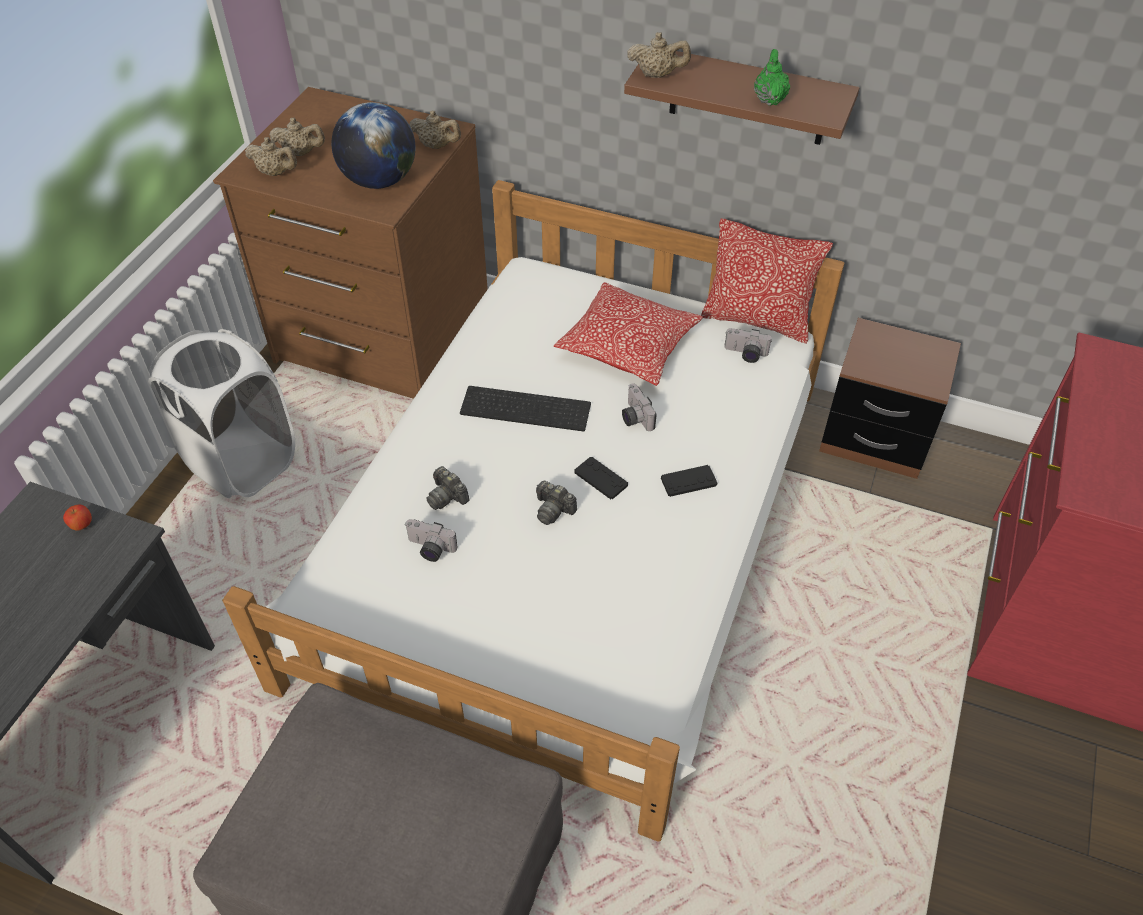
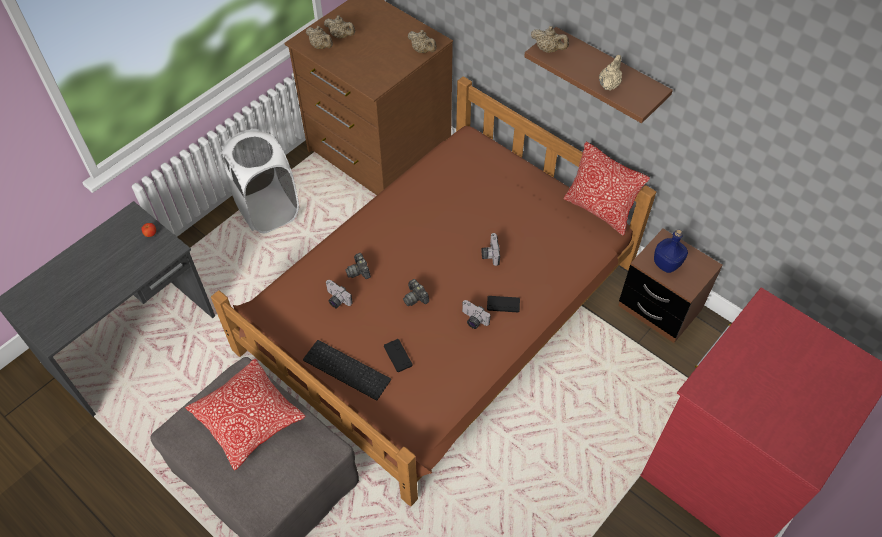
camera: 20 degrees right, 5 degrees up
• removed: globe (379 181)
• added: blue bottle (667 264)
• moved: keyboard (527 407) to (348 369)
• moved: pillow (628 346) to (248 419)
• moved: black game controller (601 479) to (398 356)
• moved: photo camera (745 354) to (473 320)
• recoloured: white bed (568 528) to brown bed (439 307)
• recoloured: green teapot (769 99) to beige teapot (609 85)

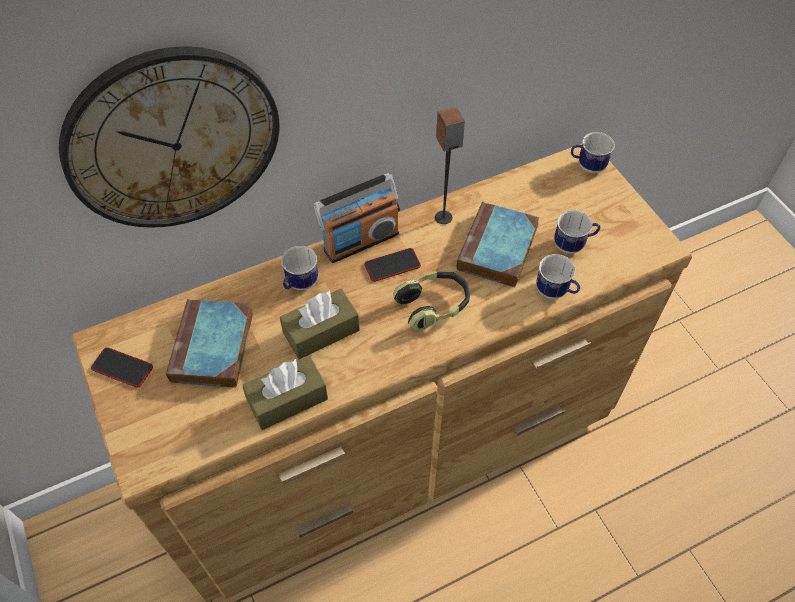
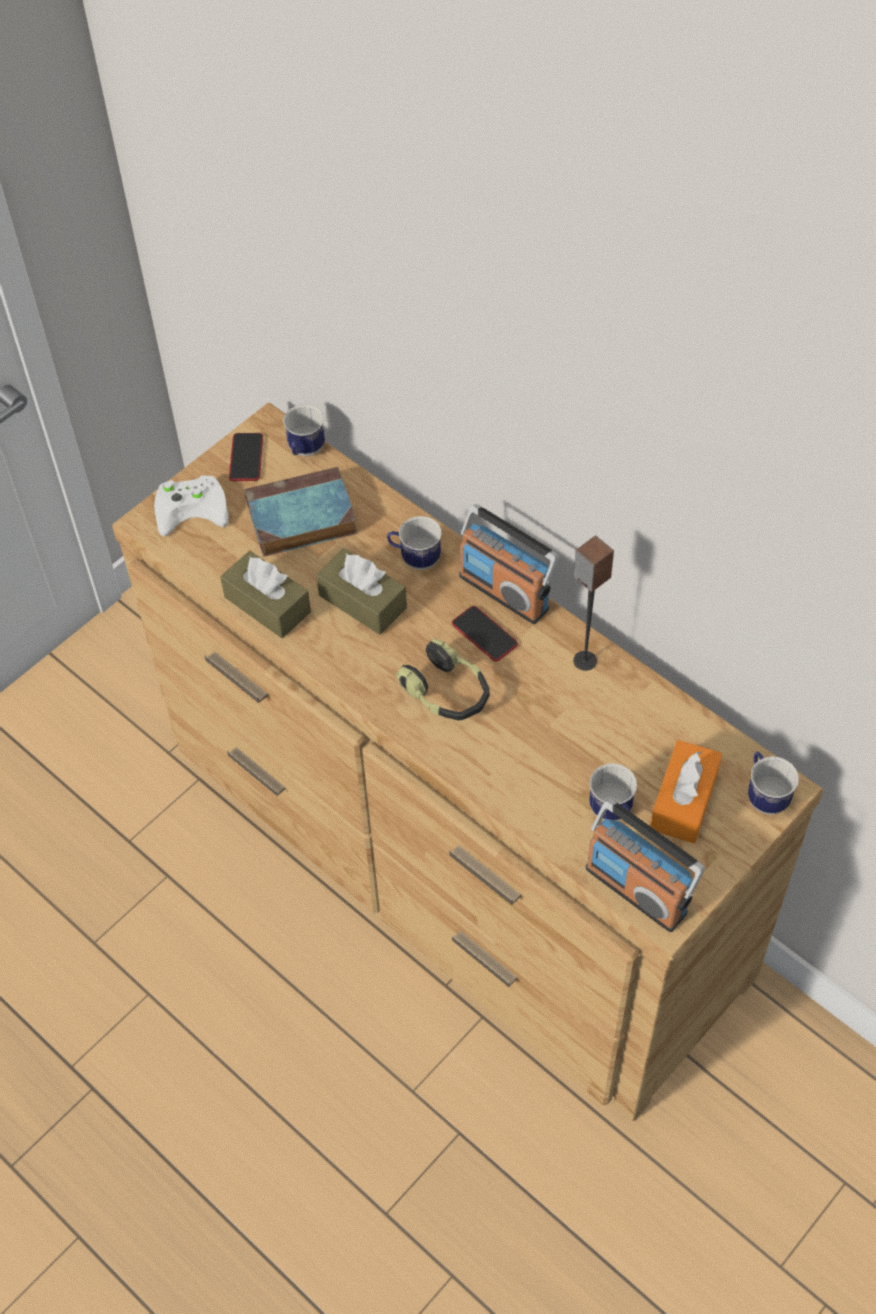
camera: 70 degrees right, 0 degrees up
• removed: wall clock (173 140)
• removed: book (497 250)
• added: white game controller (193 506)
• added: radio (637 889)
• added: orange tissue box (684 800)
• moved: mug (555 292) to (304 451)

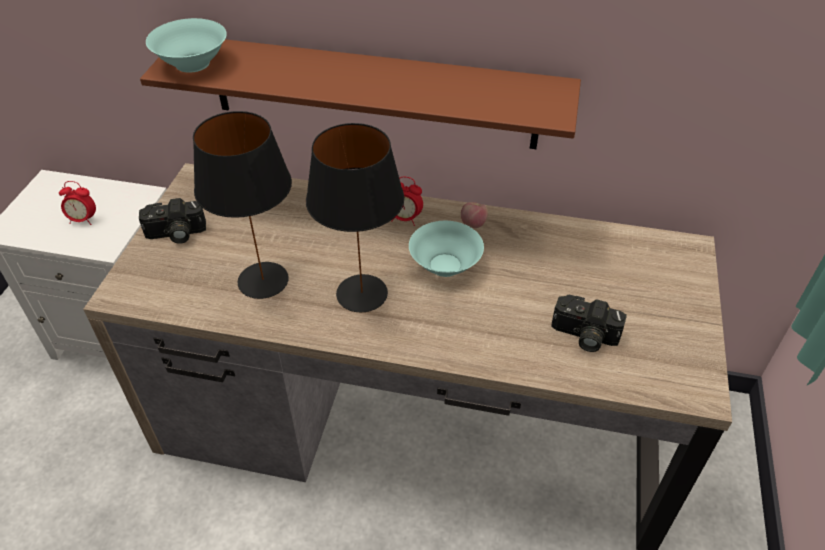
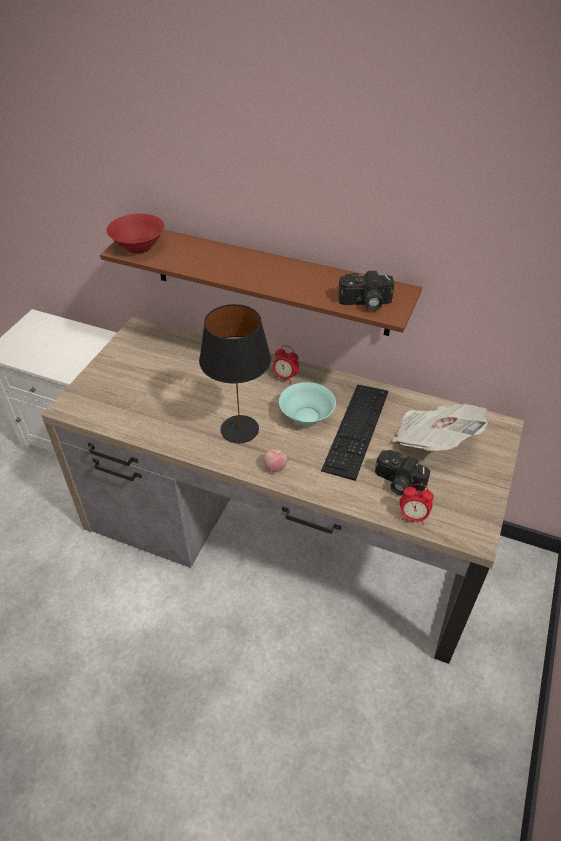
camera: 10 degrees right, 0 degrees up
• removed: black table lamp (262 281)
• added: keyboard (356 429)
• added: newspaper (434 440)
• moved: alarm clock (83 220) to (413 517)
• moved: photo camera (175 234) to (365 303)
• moved: apple (473 224) to (275 467)
• recoloured: turquoise bowl (193 63) to red bowl (139 246)

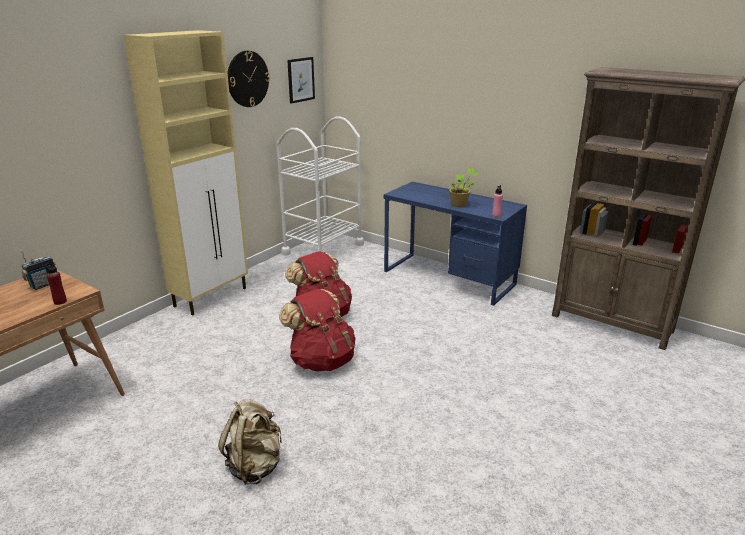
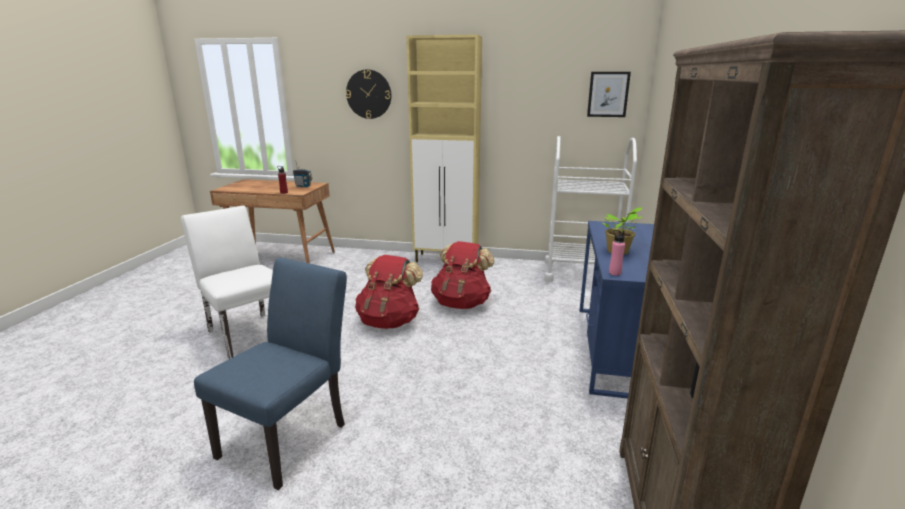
camera: 65 degrees right, 5 degrees down
• added: blue chair (290 435)
• moved: wall clock (247 79) to (369 94)
• replaced: beige backpack (255 466) to white chair (246 332)

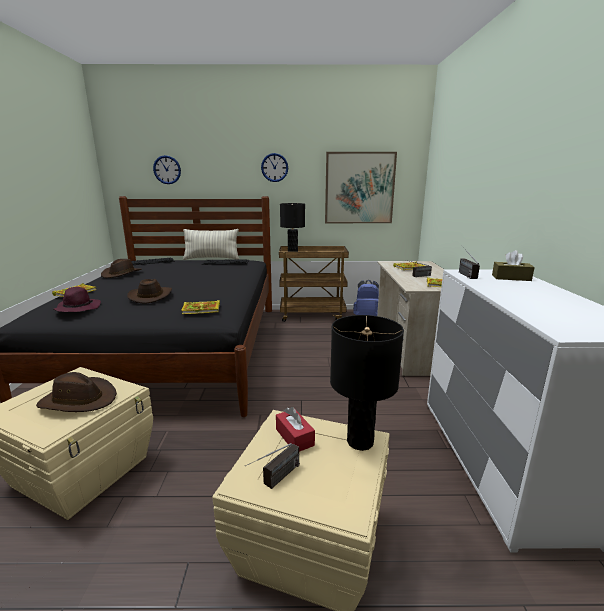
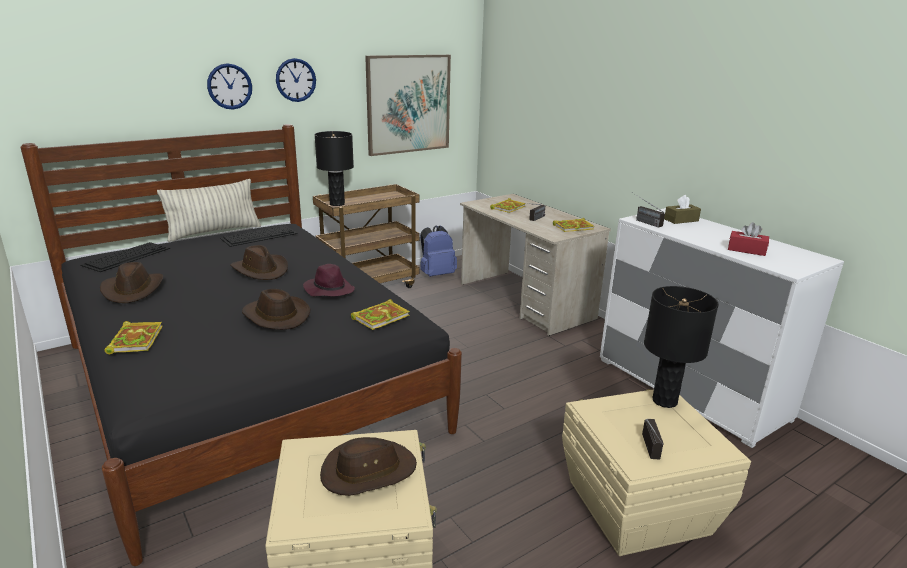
camera: 35 degrees left, 5 degrees up
• added: brown hat (261 270)
• moved: purple hat (78 308) to (329 290)
• moved: wall clock (167 170) to (229 86)
• moved: red tissue box (294 437) to (746 250)

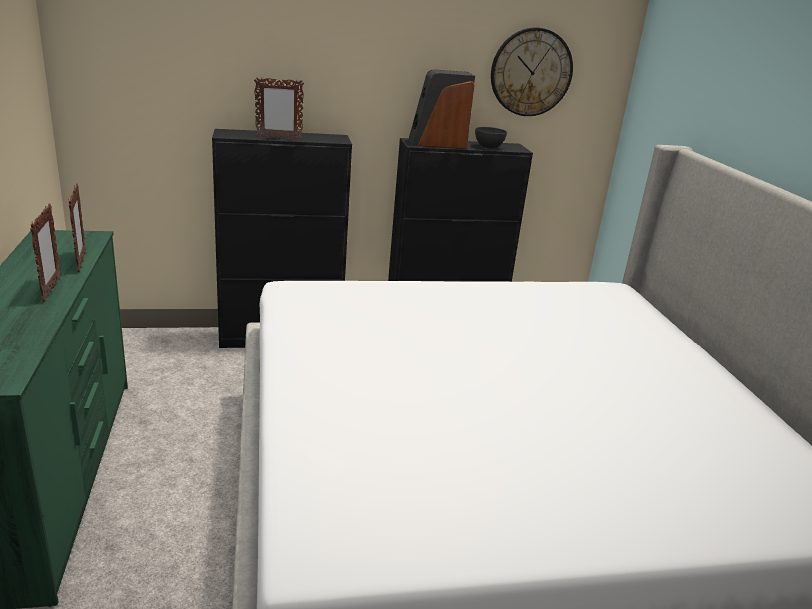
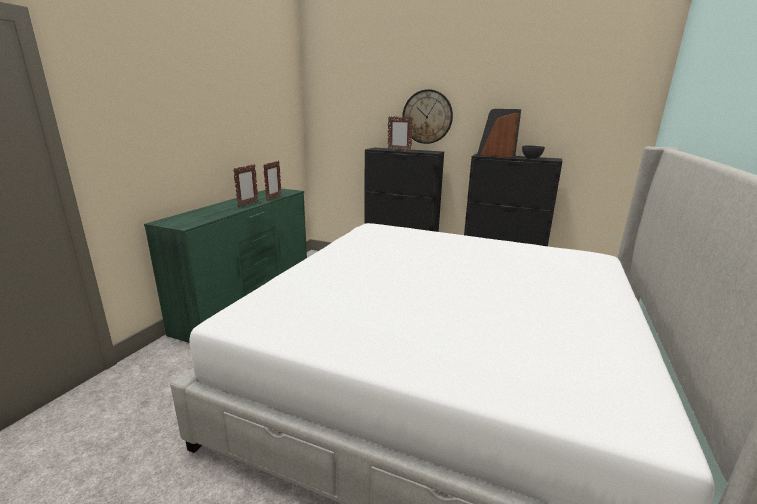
camera: 35 degrees right, 5 degrees down
• moved: wall clock (531 72) to (427 117)

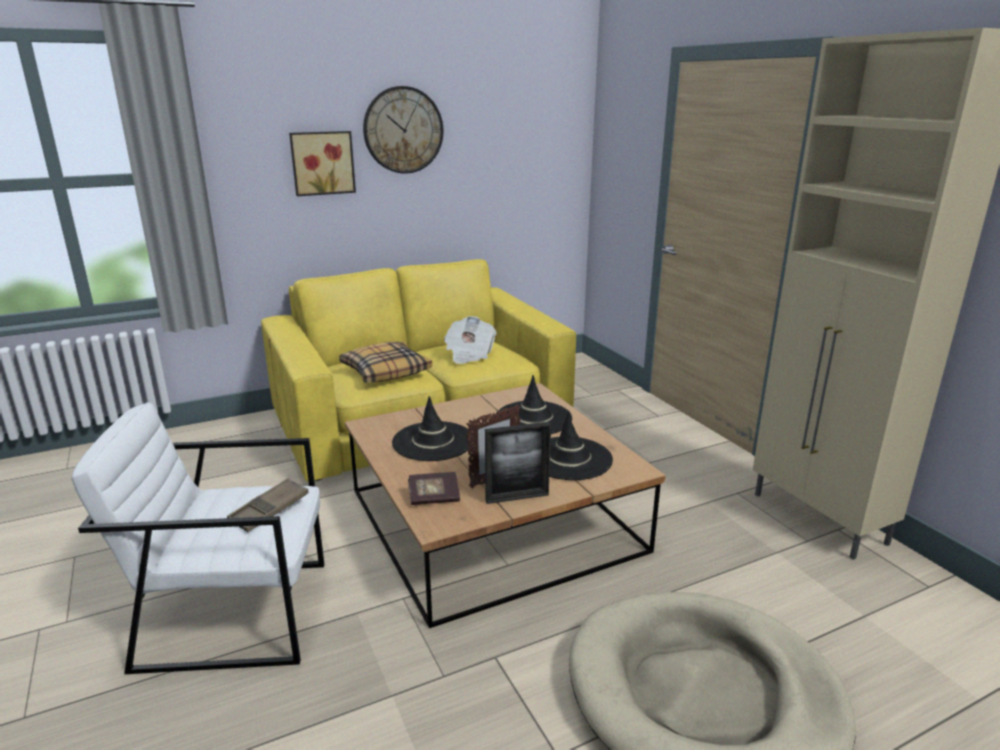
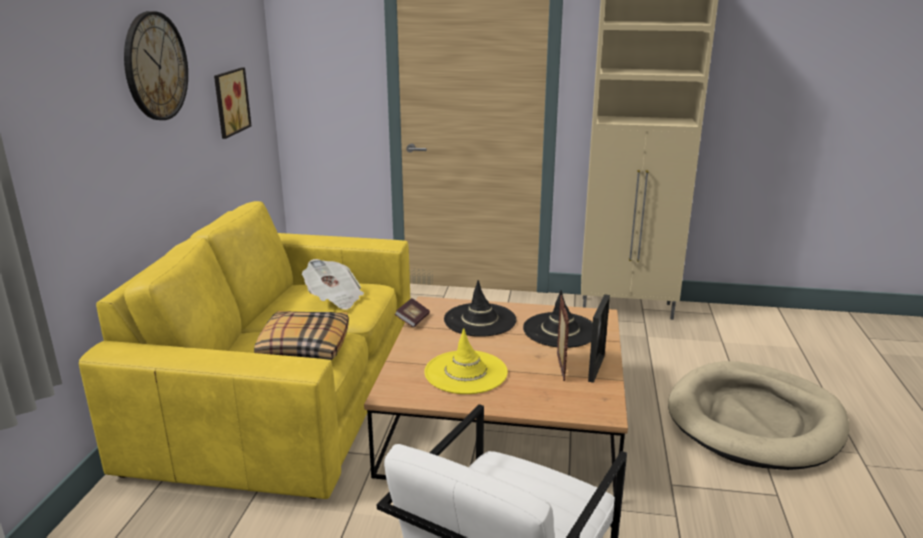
camera: 55 degrees left, 0 degrees up
• removed: brown tray (269 510)
• moved: picture (322 163) to (229 102)
• moved: book (434 498) to (412 320)
• recoloured: black hat (433 441) to yellow hat (466 372)

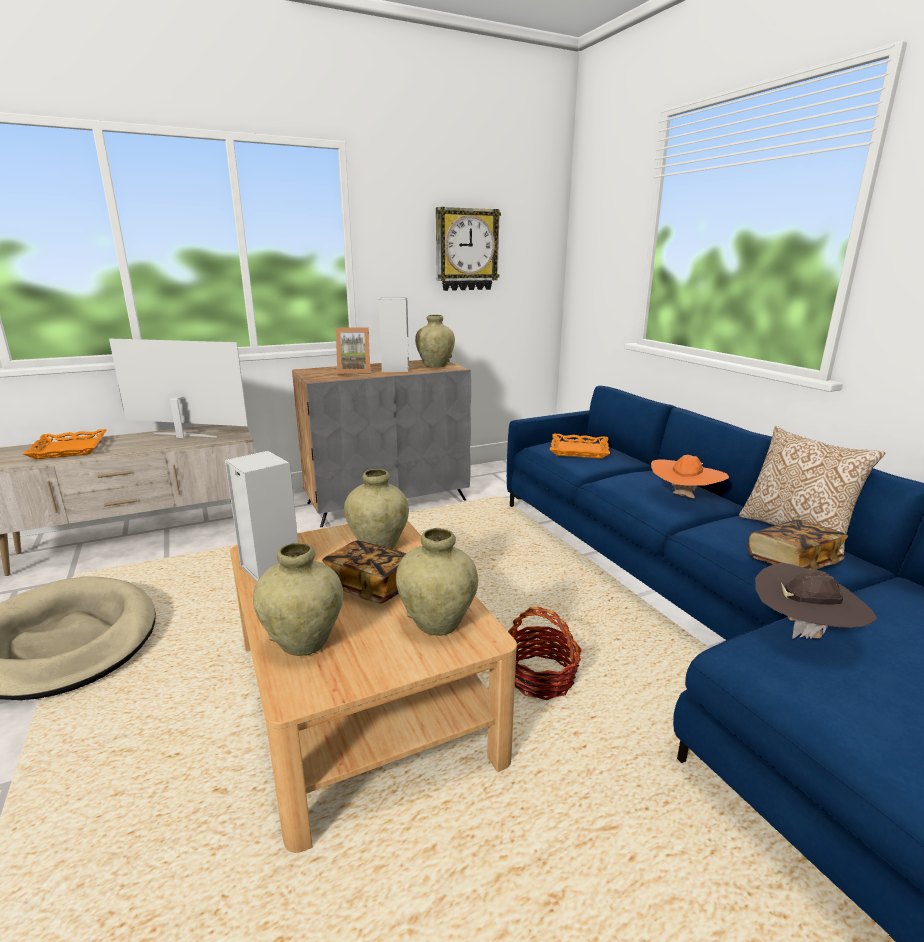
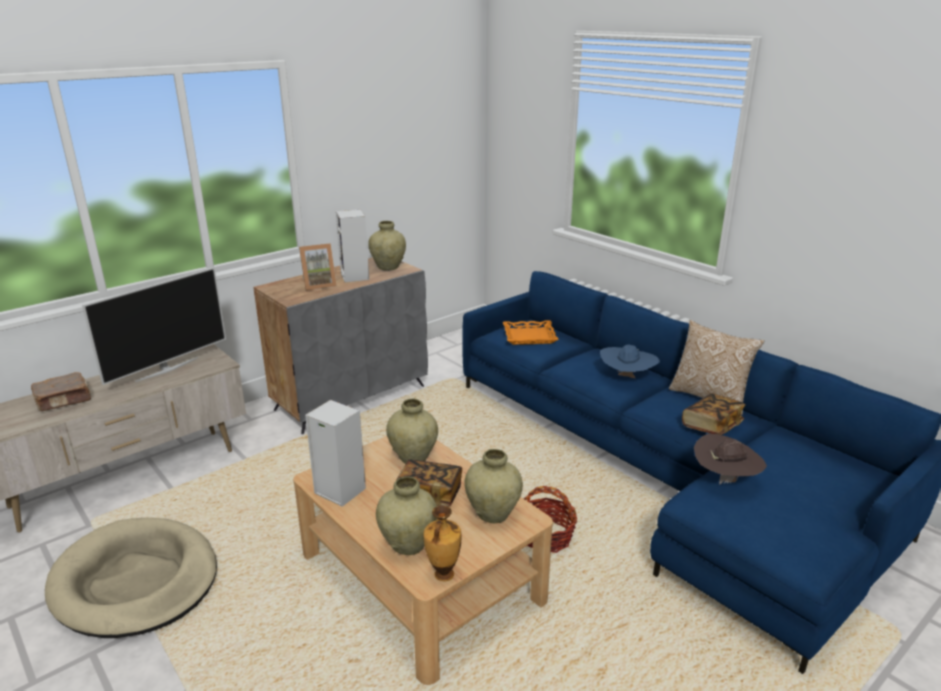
camera: 15 degrees left, 5 degrees up
• removed: wall clock (466 250)
• added: vase (443 575)
• replaced: orange tray (70 449) to brown book (64 400)
• recoloured: orange hat (684 498) to blue hat (626 378)
• turned: television (184 435) = (167 369) 135 degrees clockwise

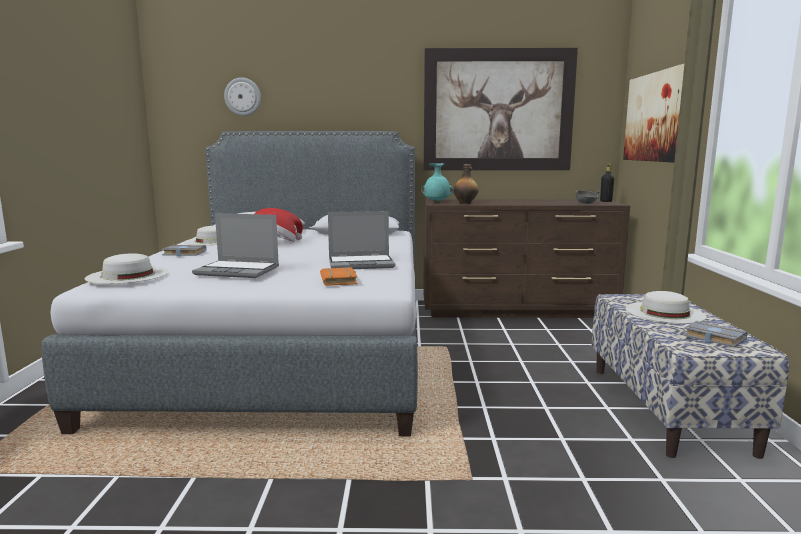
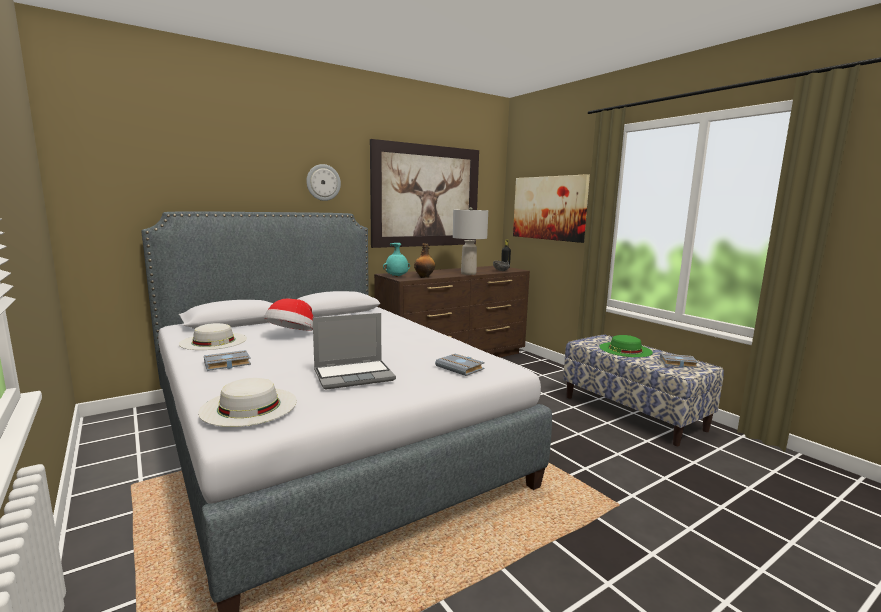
camera: 35 degrees left, 0 degrees up
• removed: laptop (362 264)
• added: grey table lamp (468 273)
• moved: wall clock (243 97) to (323 182)
• recoloured: orange book (340 280) to grey book (461 368)
• recoloured: white hat (664 312) to green hat (625 349)

